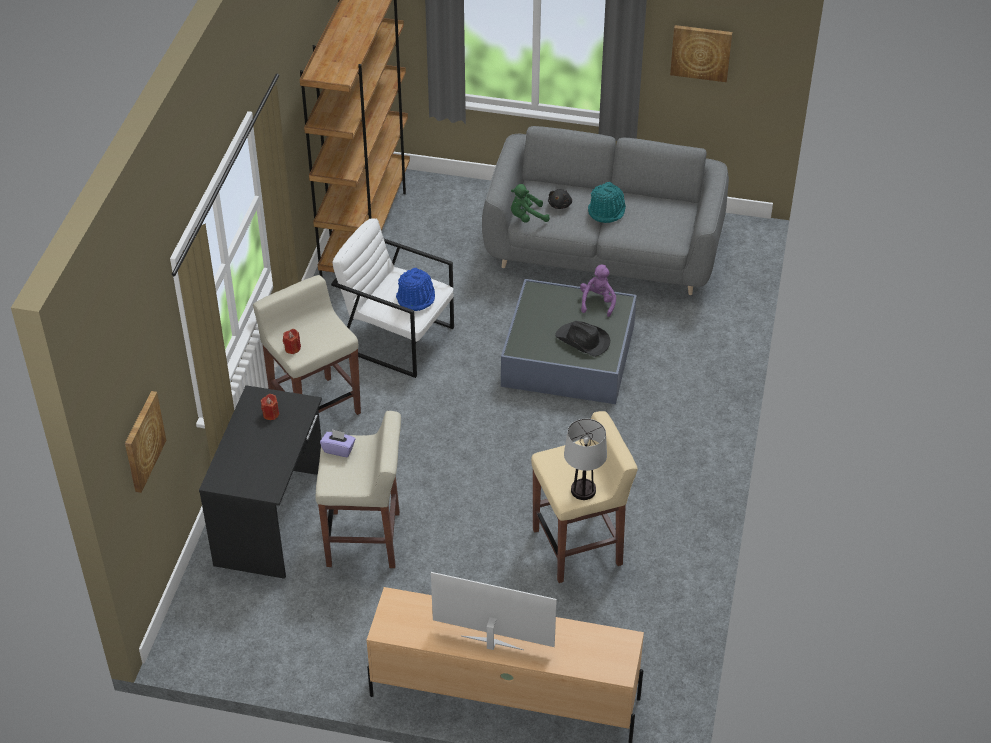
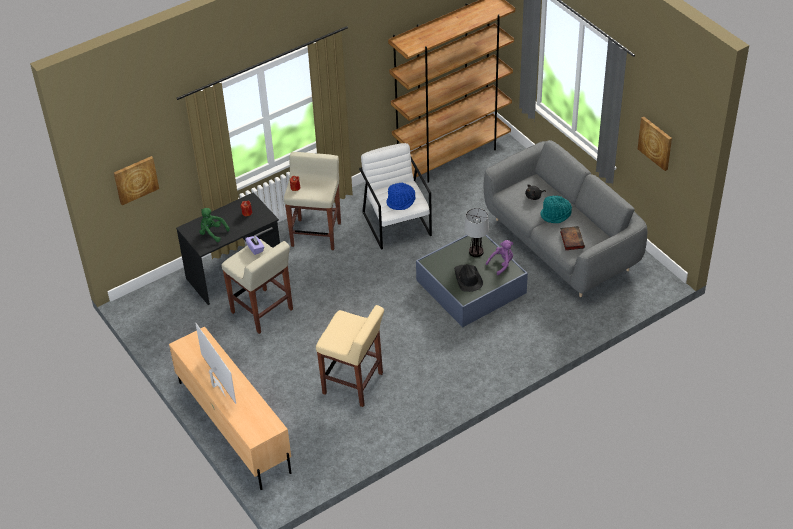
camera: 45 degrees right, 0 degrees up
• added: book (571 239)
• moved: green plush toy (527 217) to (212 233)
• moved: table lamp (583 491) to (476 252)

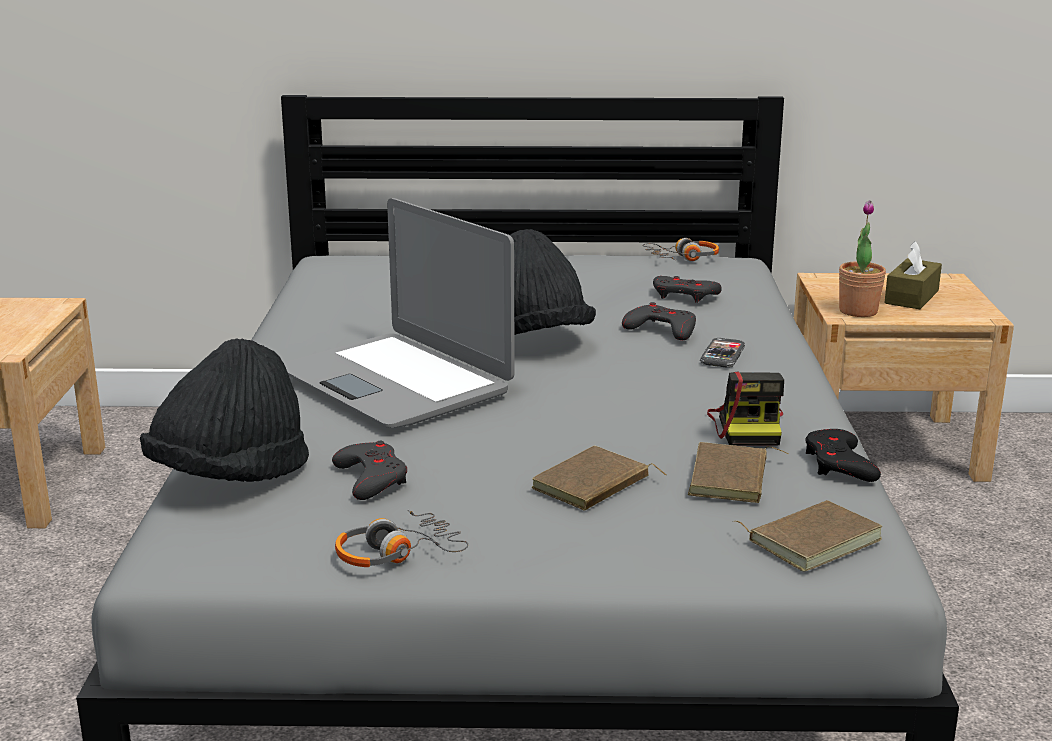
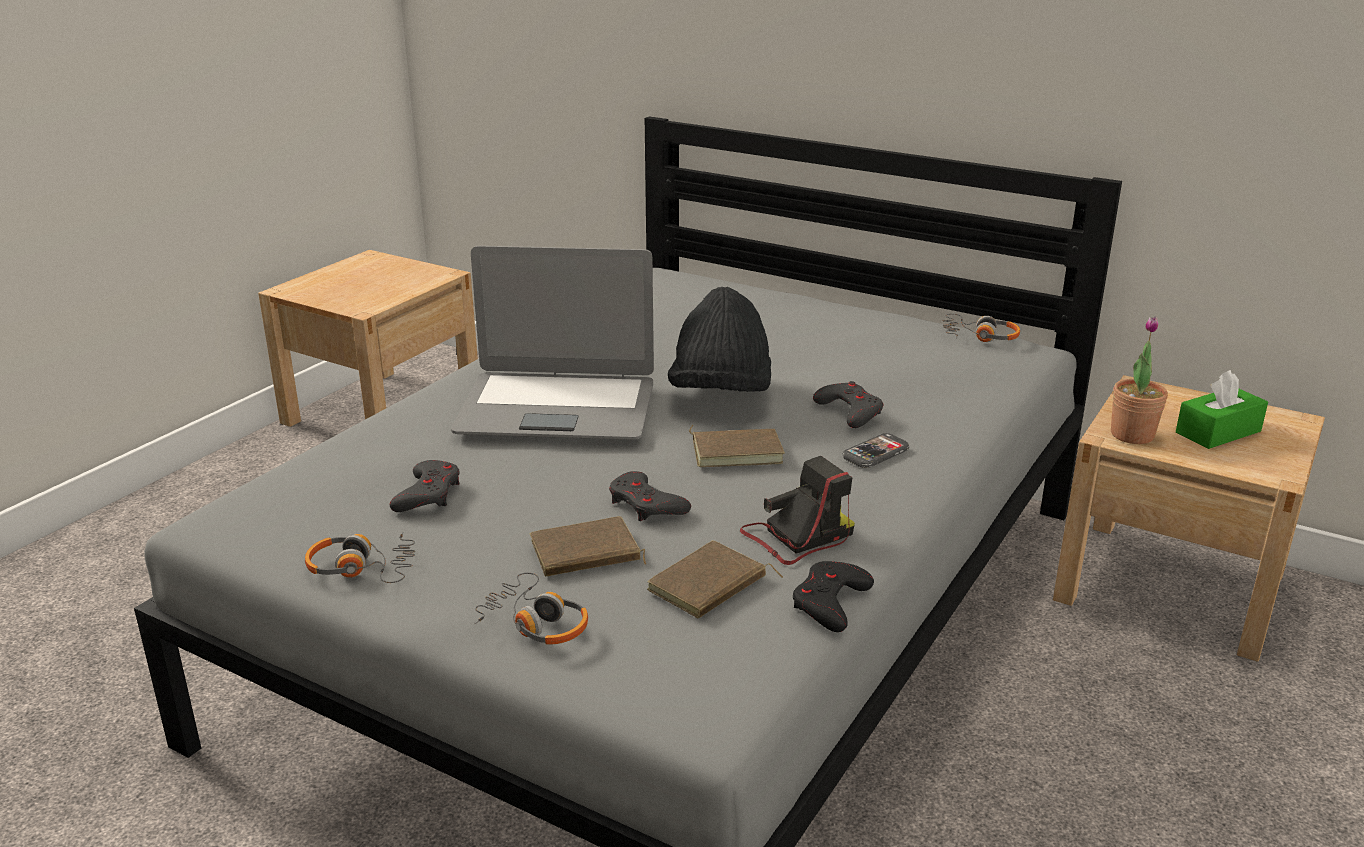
camera: 30 degrees right, 5 degrees up
• removed: black hat (230 476)
• added: headphones (535 623)
• moved: grey game controller (684 295) to (646 504)
• moved: brown book (812 539) to (737 451)
• recoloured: brown tissue box (911 297) to green tissue box (1218 432)
• turned: laptop (396 382) = (557 408) 75 degrees counterclockwise
• turned: photo camera (748 427) = (797 537) 150 degrees counterclockwise

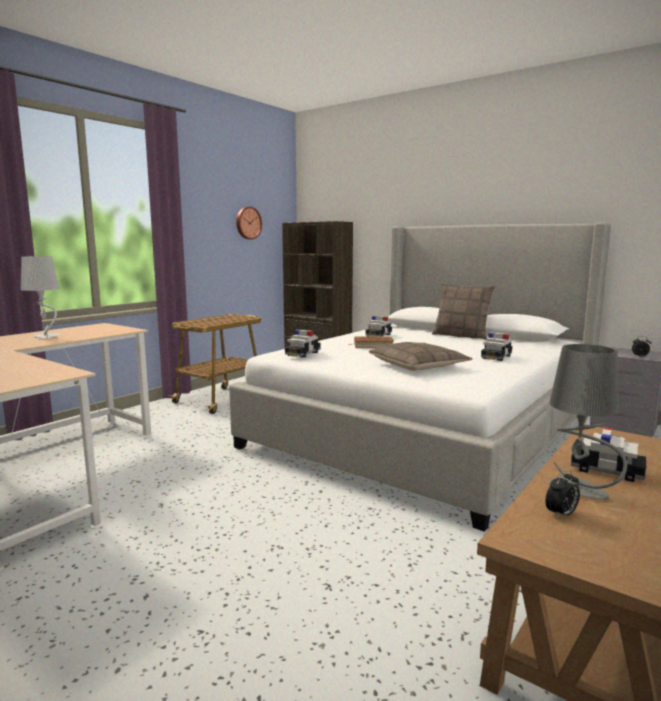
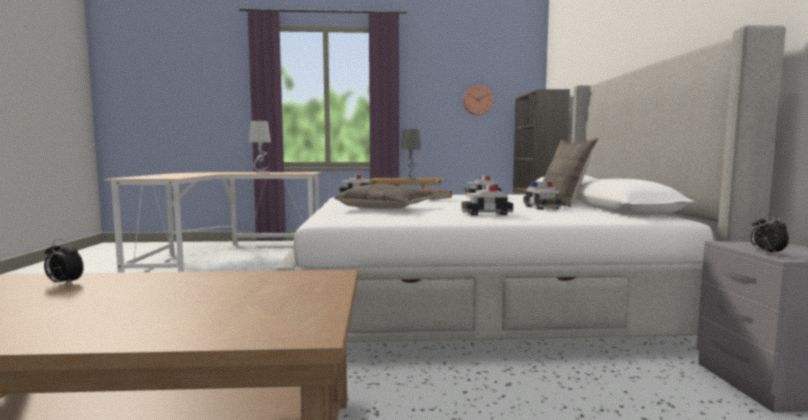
camera: 50 degrees right, 5 degrees down
• moved: grey table lamp (578 489) to (411 179)
• moved: toy car (607 470) to (541 207)

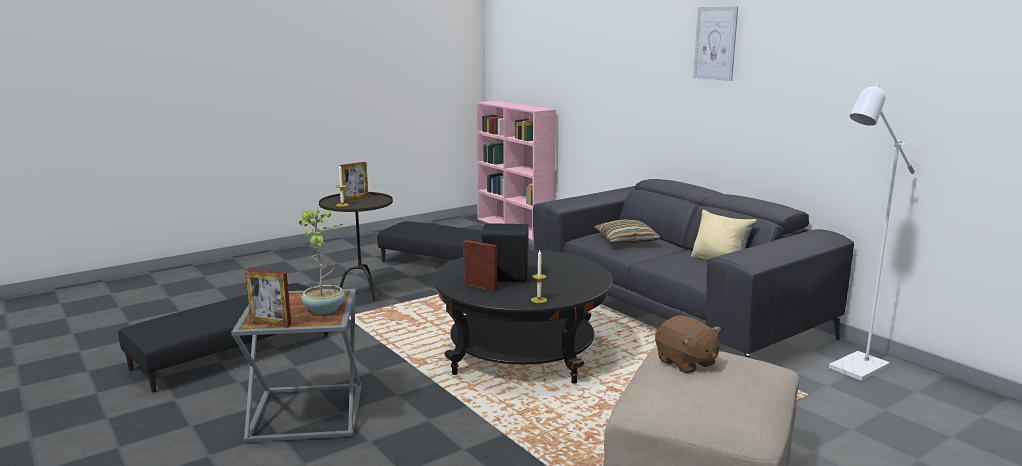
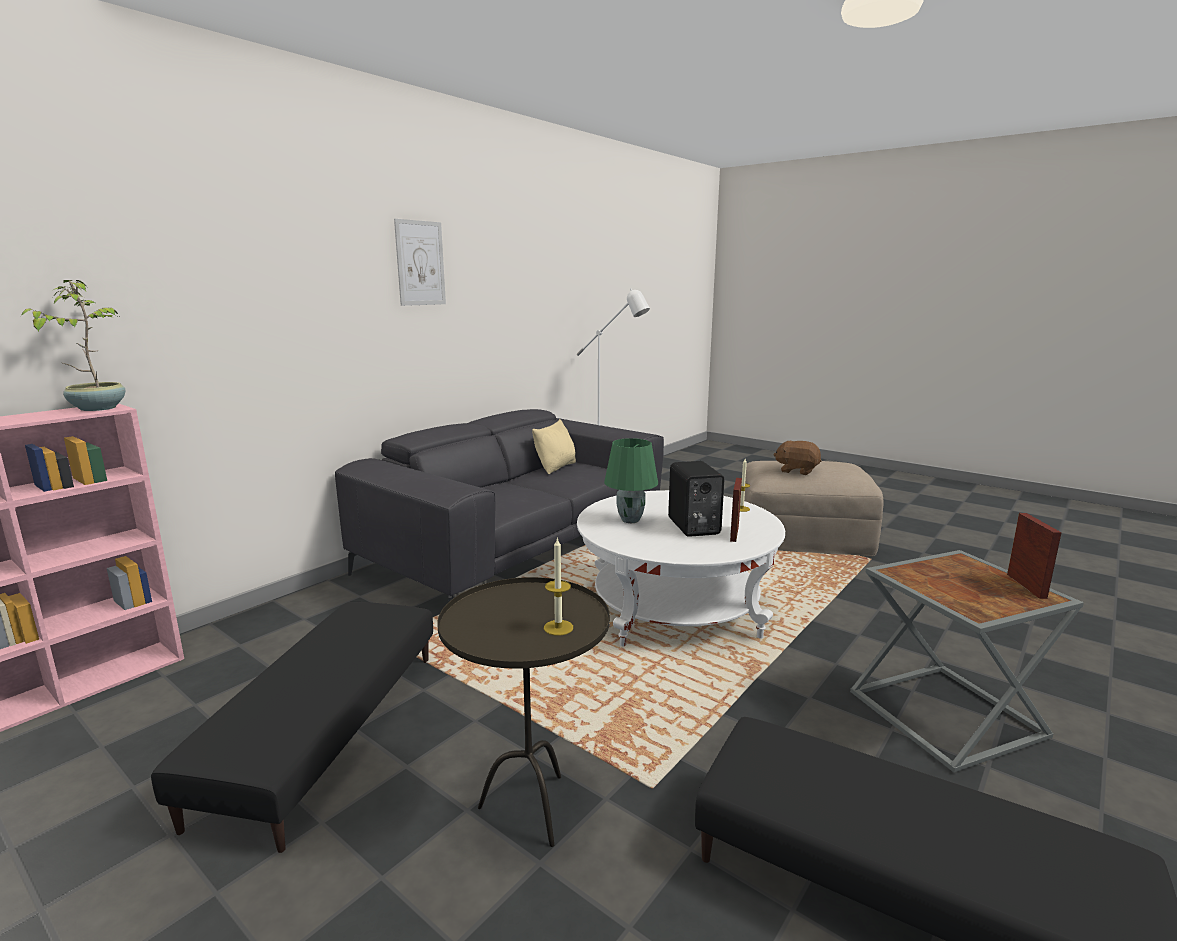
camera: 105 degrees left, 0 degrees up
• removed: picture frame (355 198)
• removed: pillow (626 241)
• added: green table lamp (630 520)
• moved: potted plant (325 309) to (97 408)
• recoloured: black coffee table (522 353) to white coffee table (675 608)
• turned: brown plush toy (686 363) = (797 471) 105 degrees counterclockwise

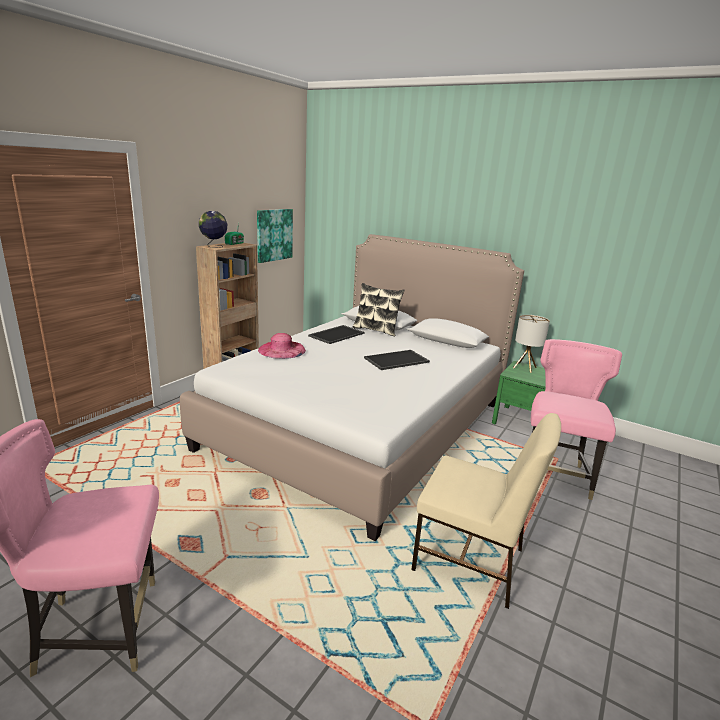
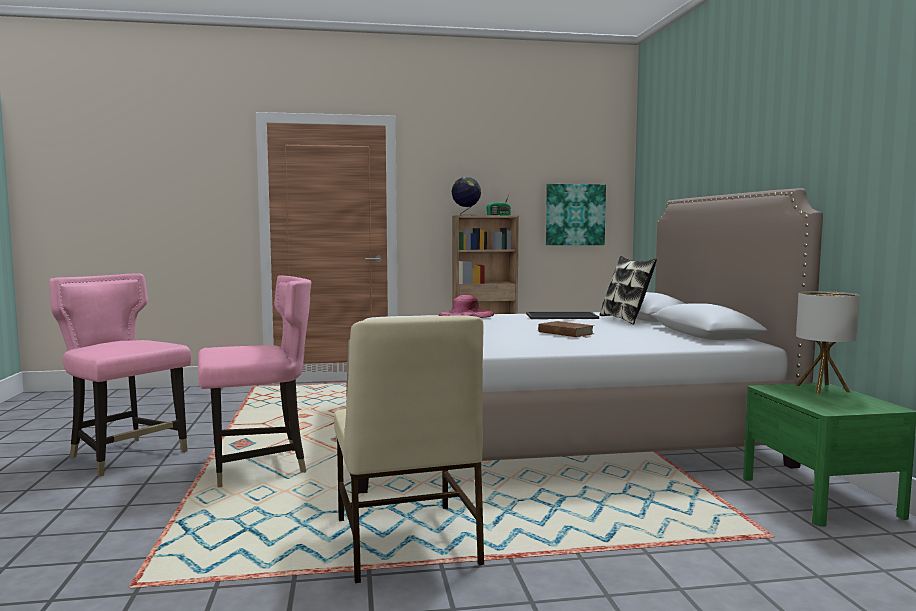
camera: 50 degrees right, 15 degrees down
• moved: pink chair (555 476) to (257 467)
• replaced: tray (396 360) to brown book (566 333)

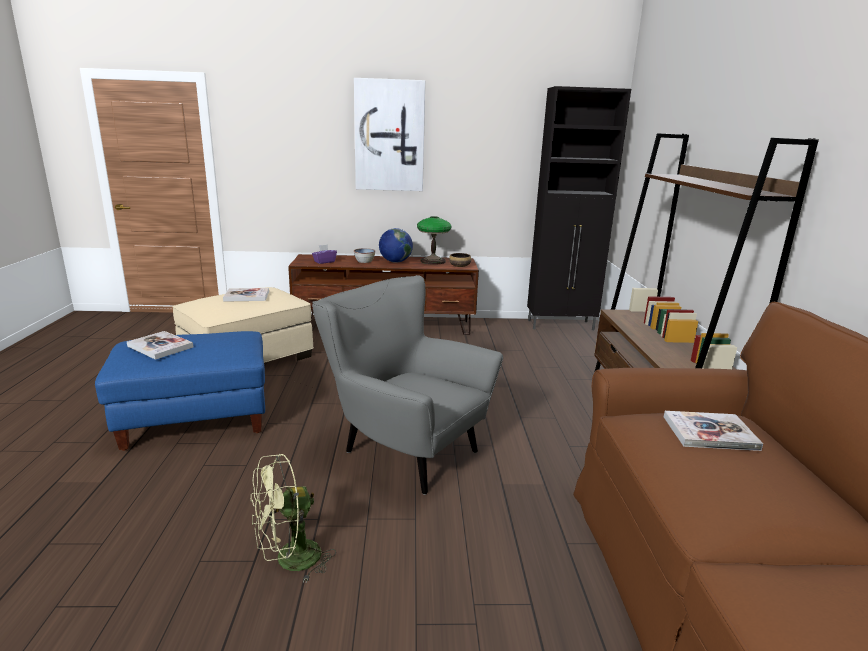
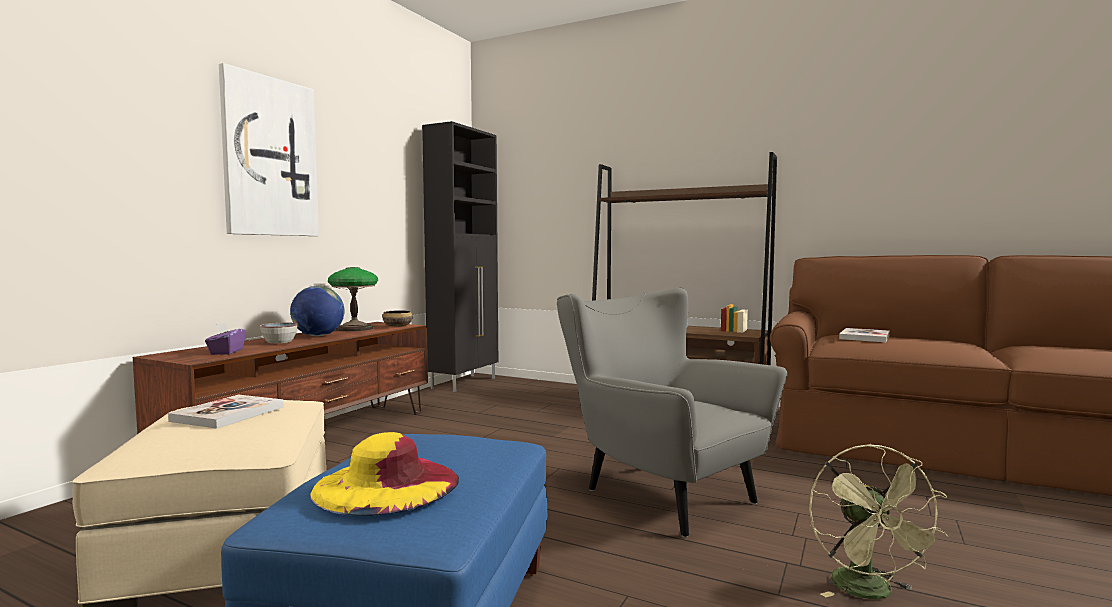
camera: 60 degrees left, 15 degrees down
• replaced: book (160 347) to yellow hat (386 484)
• turned: grey armchair (402 449) = (658 493) 75 degrees clockwise

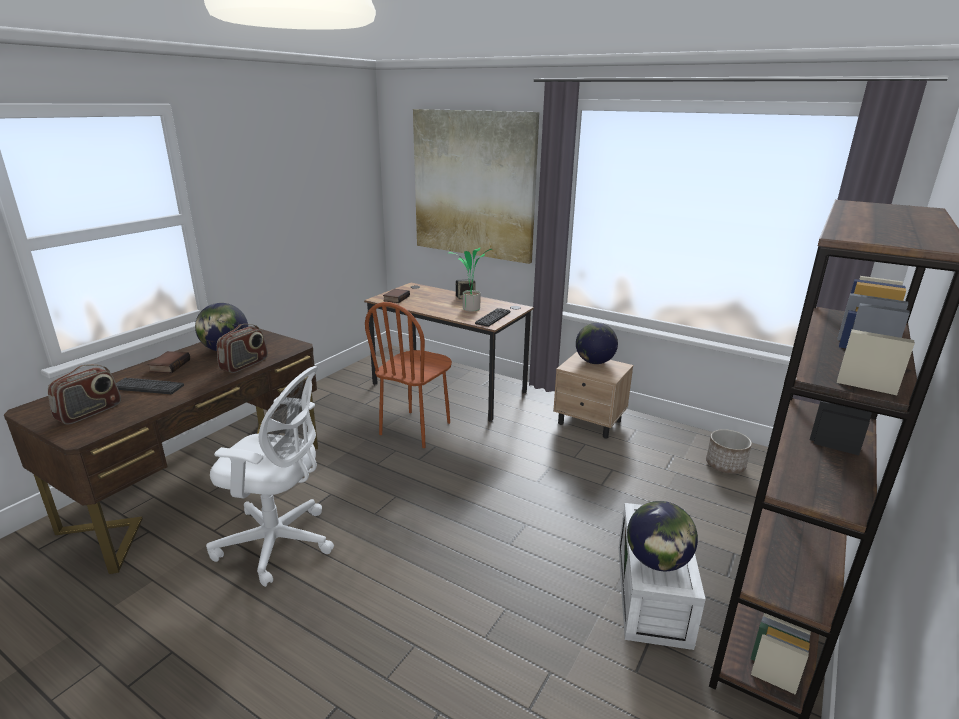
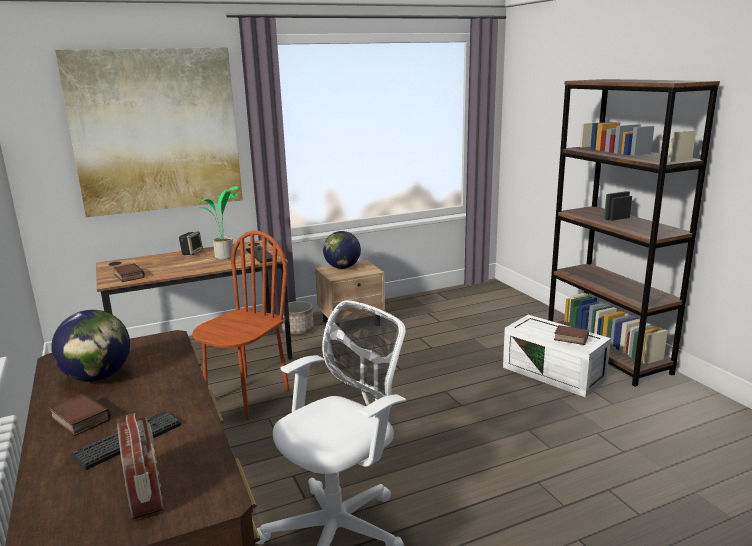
camera: 55 degrees left, 5 degrees down
• removed: radio (245 365)
• moved: planter (724 465) to (297 330)
• replaced: globe (657 561) to book (570 338)
• turned: brown chair (416 429) = (247 396) 120 degrees counterclockwise

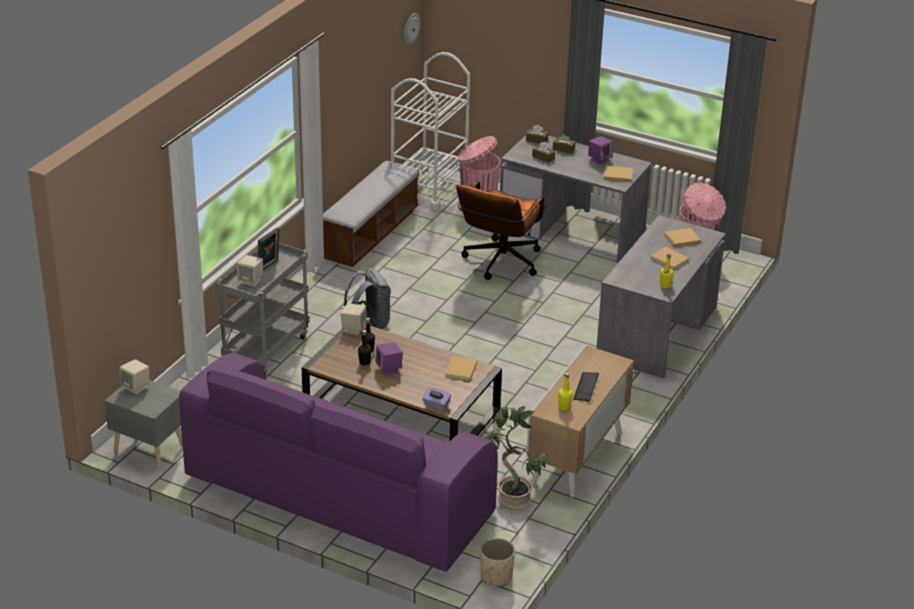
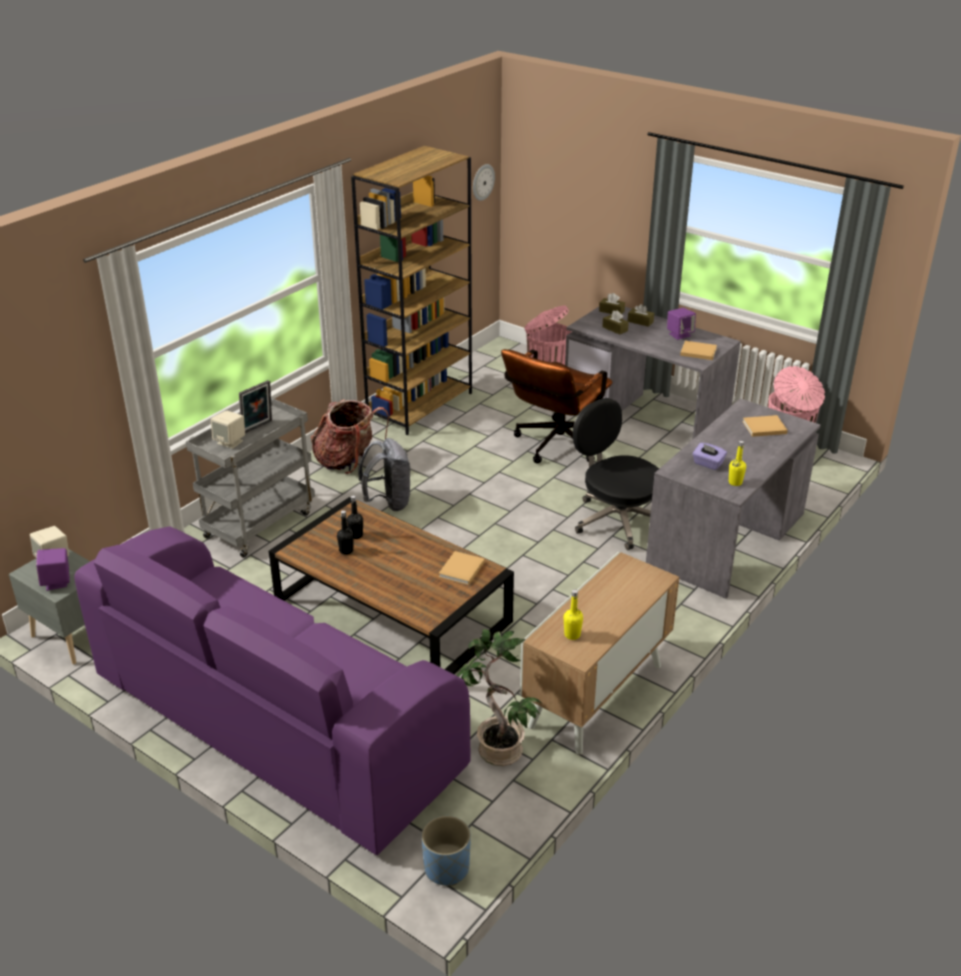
camera: 10 degrees right, 0 degrees up
• removed: beige speaker (354 329)
• removed: white cart (429 188)
• removed: keyboard (586 387)
• removed: beige book (670 260)
• added: backpack (348 461)
• added: black office chair (616 520)
• moved: purple speaker (389 369) to (57 582)
• moved: purple tissue box (436 405) to (708 464)
• replaced: bench (370 234) to brown bookcase (420 405)
• recoloured: beige planter (496 576) to blue planter (446 868)

